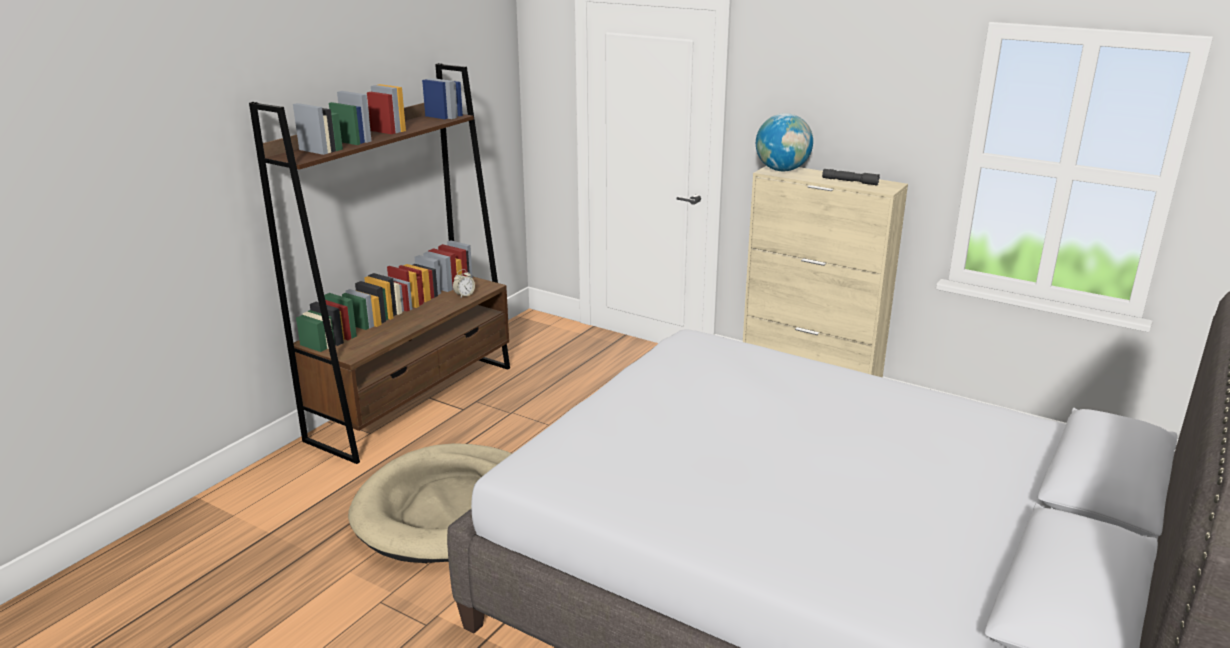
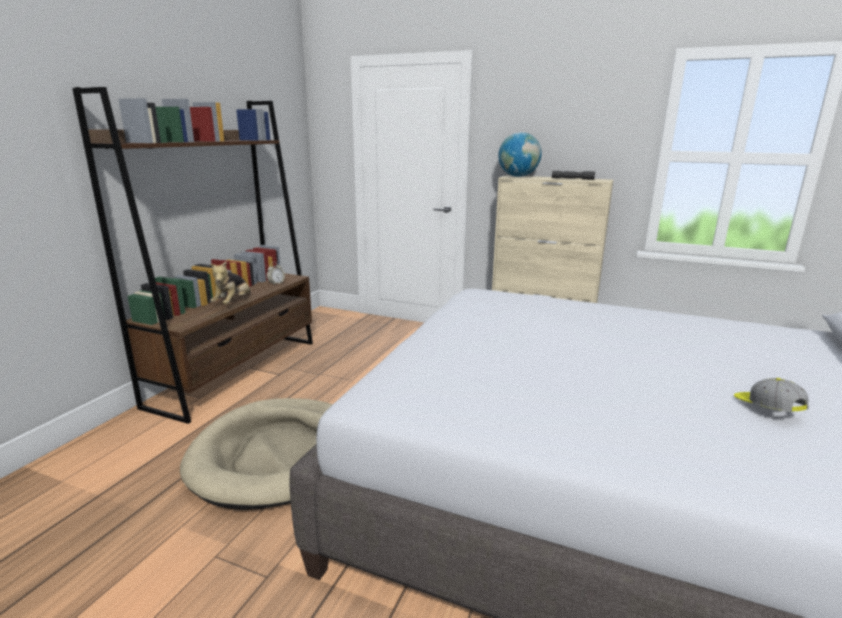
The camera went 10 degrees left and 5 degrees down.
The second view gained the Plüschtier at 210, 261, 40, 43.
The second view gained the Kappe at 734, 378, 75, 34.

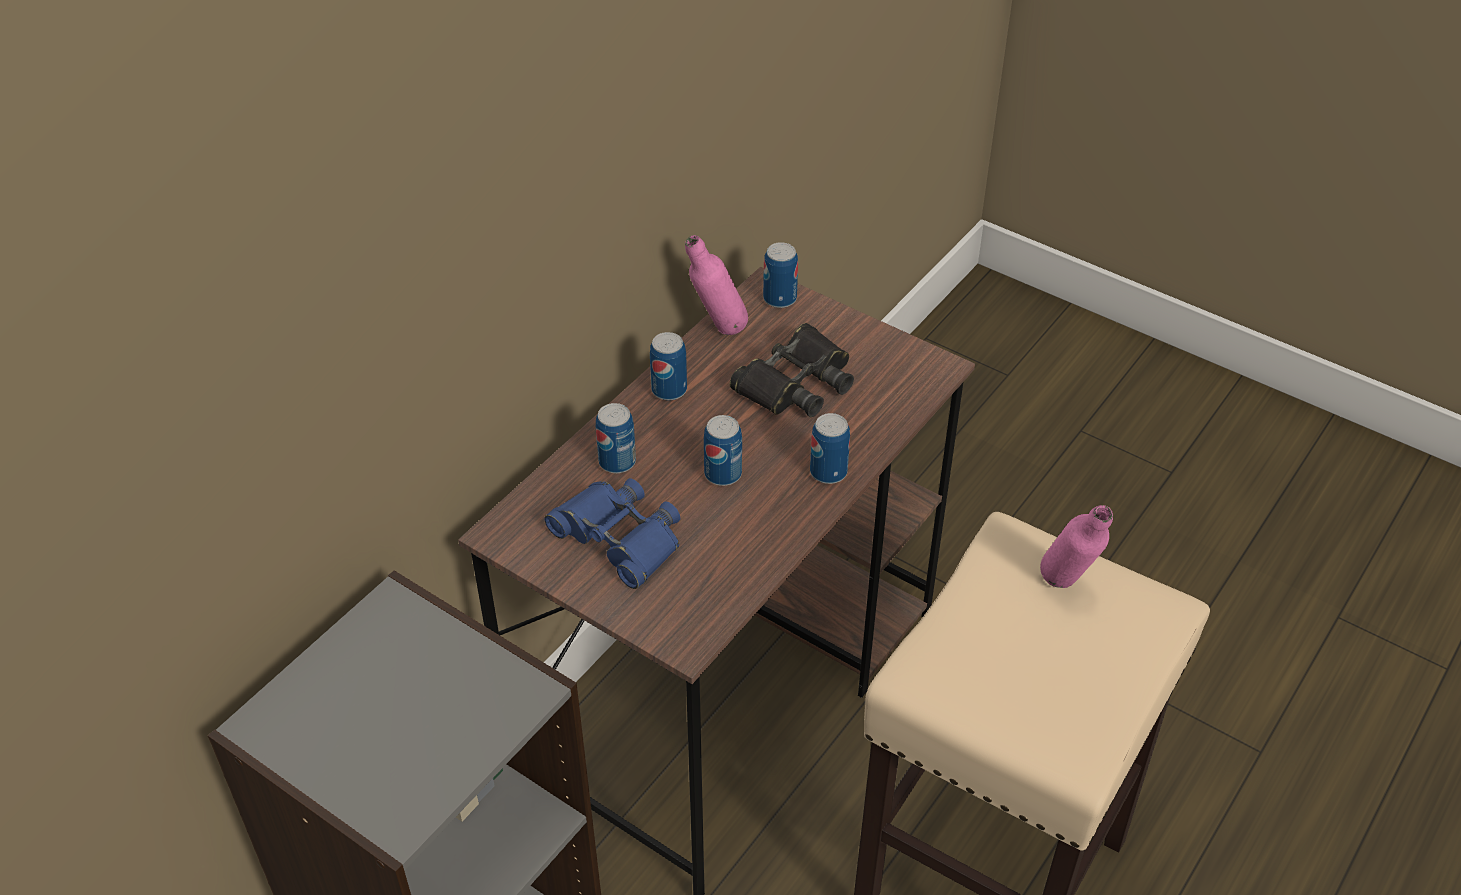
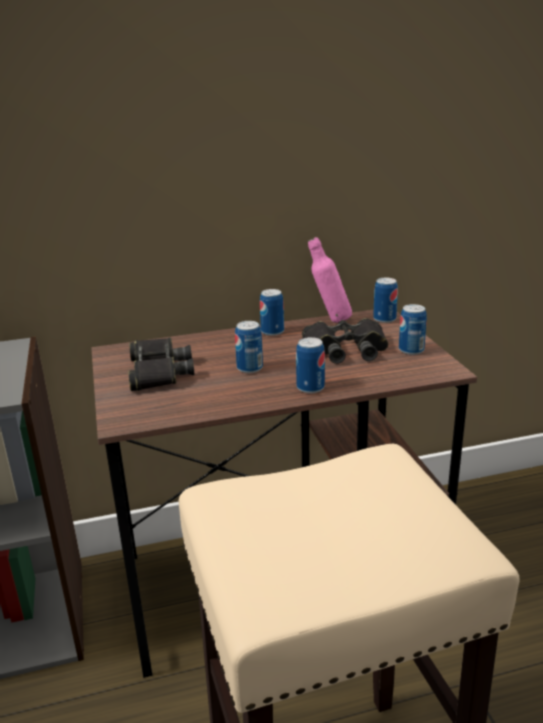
The camera went 40 degrees right and 20 degrees down.
What was the Fernglas/blau at 545, 478, 135, 111 turned into the Fernglas/schwarz at 128, 337, 66, 54.
The Dose ended up elsewhere, having gone from 596, 403, 40, 71 to 399, 304, 28, 51.
The second view lost the Flasche/rosa at 1040, 505, 73, 83.

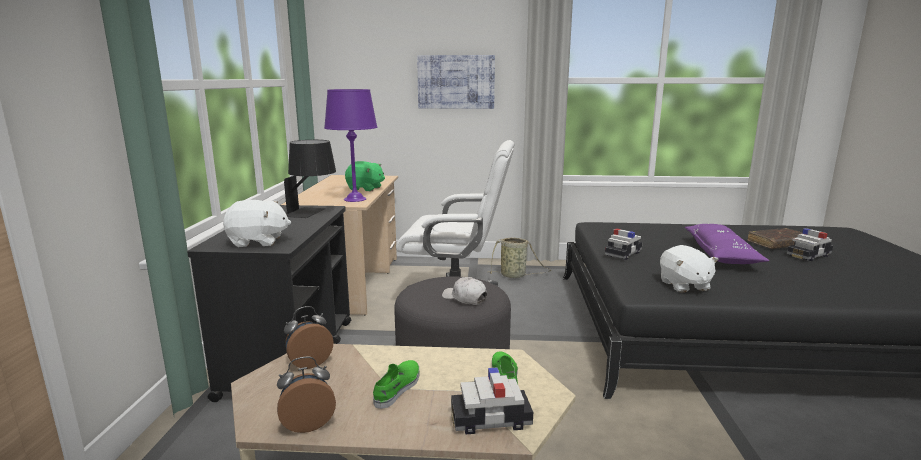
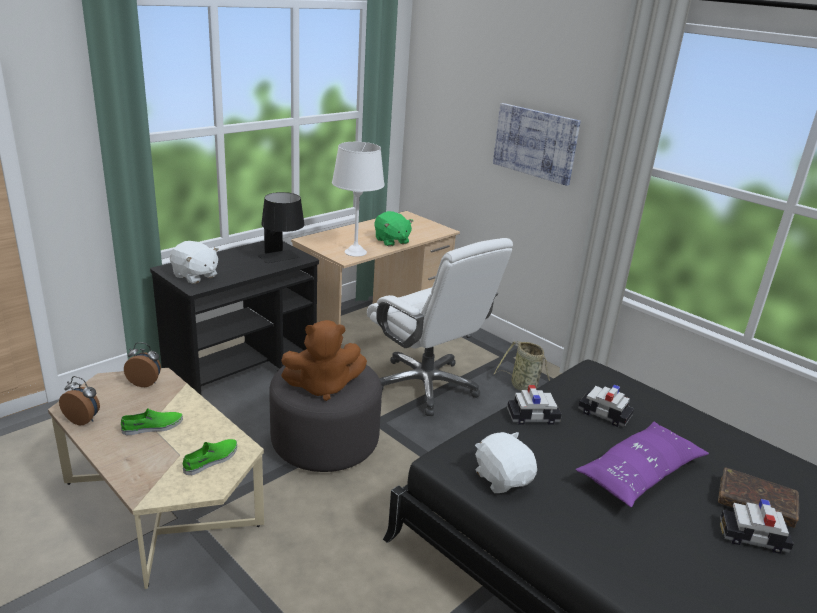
The camera went 40 degrees right and 10 degrees up.
What was the Tischlampe/lila at 324, 89, 53, 113 turned into the Tischlampe/weiß at 332, 142, 53, 115.
Where the Kappe/weiß stood at 442, 277, 45, 28, the Plüschtier/braun came to stand at 281, 320, 86, 81.
The Spielzeugauto ended up elsewhere, having gone from 451, 368, 82, 67 to 578, 385, 56, 42.
The Plüschtier/weiß at 660, 245, 59, 48 ended up facing another way, 120 degrees clockwise from before.

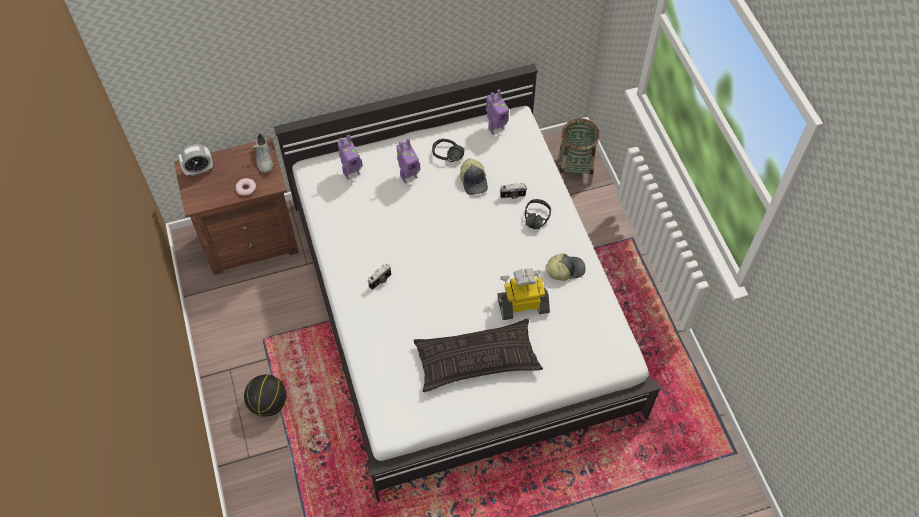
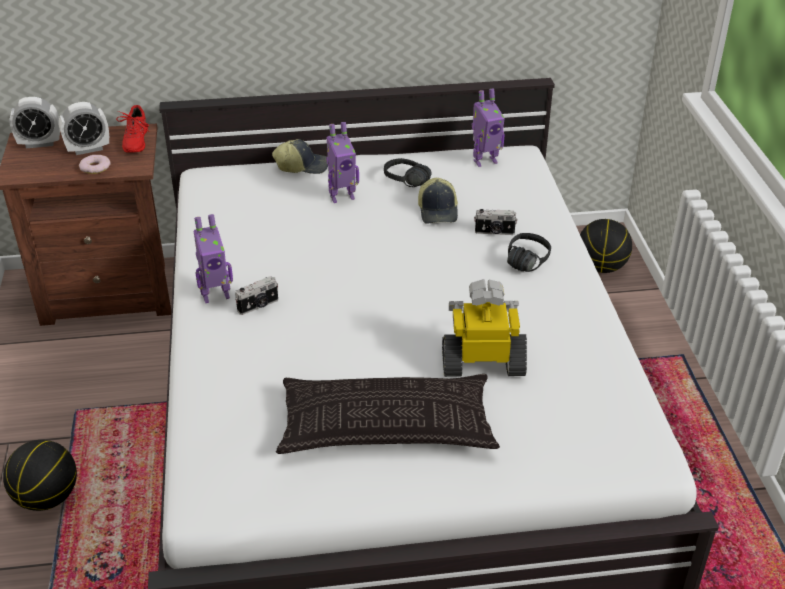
The camera went 10 degrees right and 20 degrees down.
What was the Schuh/grau at 251, 133, 22, 39 turned into the Schuh/rot at 116, 105, 34, 47.
The Spielzeugroboter ended up elsewhere, having gone from 338, 135, 25, 45 to 194, 214, 39, 89.
The Kappe ended up elsewhere, having gone from 546, 253, 39, 28 to 272, 139, 56, 35.
Where the Korb stood at 558, 118, 42, 66, the Basketball came to stand at 580, 219, 52, 54.
The second view gained the Wecker at 59, 102, 50, 53.

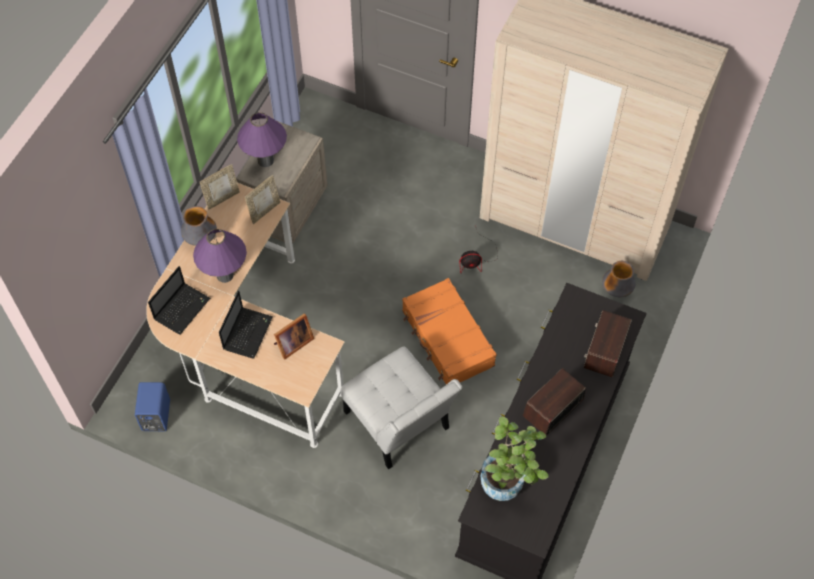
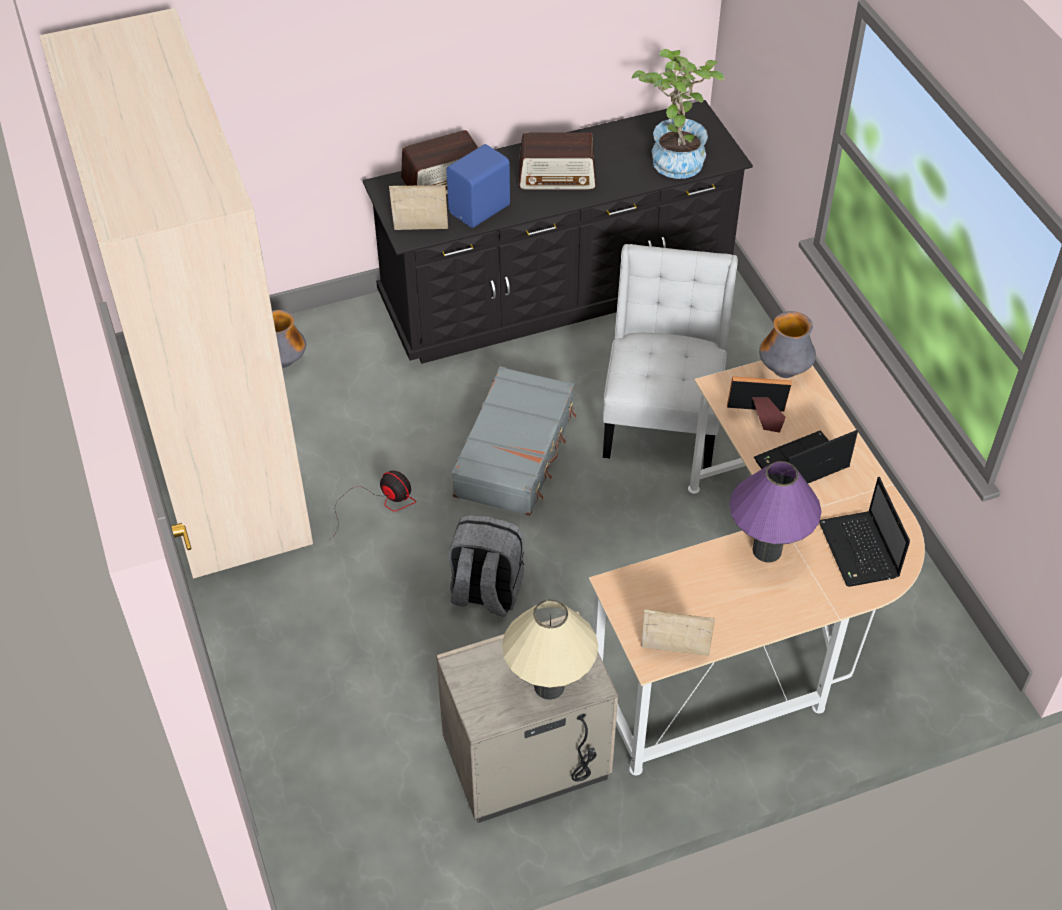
The camera went 135 degrees left and 10 degrees down.
The Lautsprecher/blau ended up elsewhere, having gone from 135, 382, 35, 49 to 446, 144, 64, 84.
The Laptop at 148, 266, 62, 69 ended up facing another way, 90 degrees counterclockwise from before.
The Vase ended up elsewhere, having gone from 181, 206, 36, 40 to 759, 311, 57, 67.
What was the Tischlampe/lila at 237, 112, 50, 55 turned into the Tischlampe/beige at 502, 600, 96, 100.
The Bilderrahmen ended up elsewhere, having gone from 245, 175, 35, 49 to 389, 185, 59, 45.
What was the Koffer/orange at 402, 278, 95, 107 turned into the Koffer/grau at 452, 366, 125, 150.
The second view gained the Rucksack/grau at 449, 515, 75, 102.

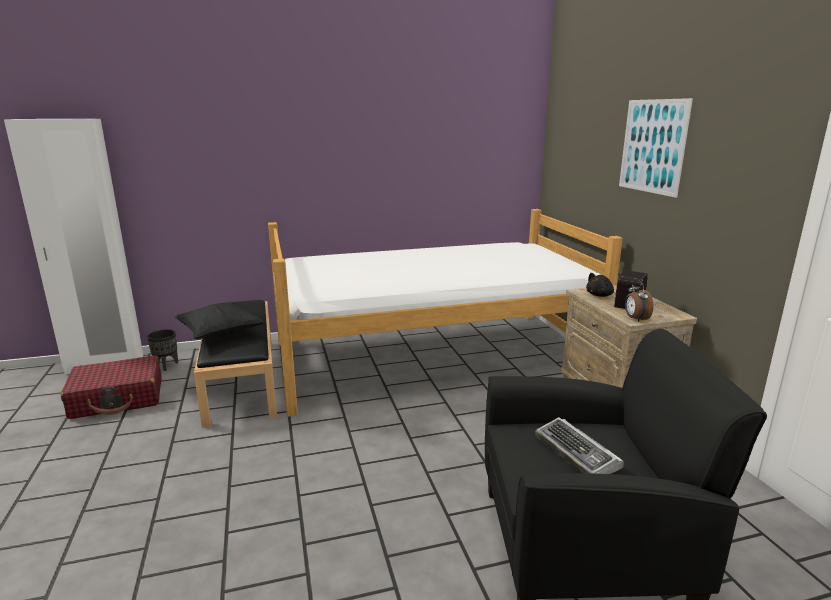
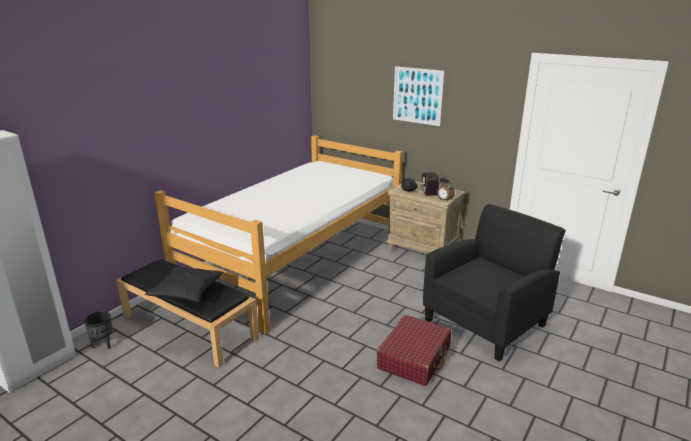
The camera went 40 degrees left and 5 degrees up.
The Koffer/rot ended up elsewhere, having gone from 61, 355, 101, 64 to 377, 315, 74, 71.
The second view lost the Tastatur at 535, 417, 89, 57.

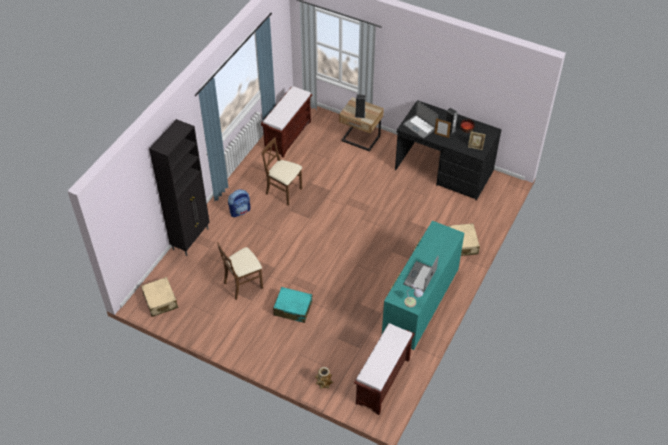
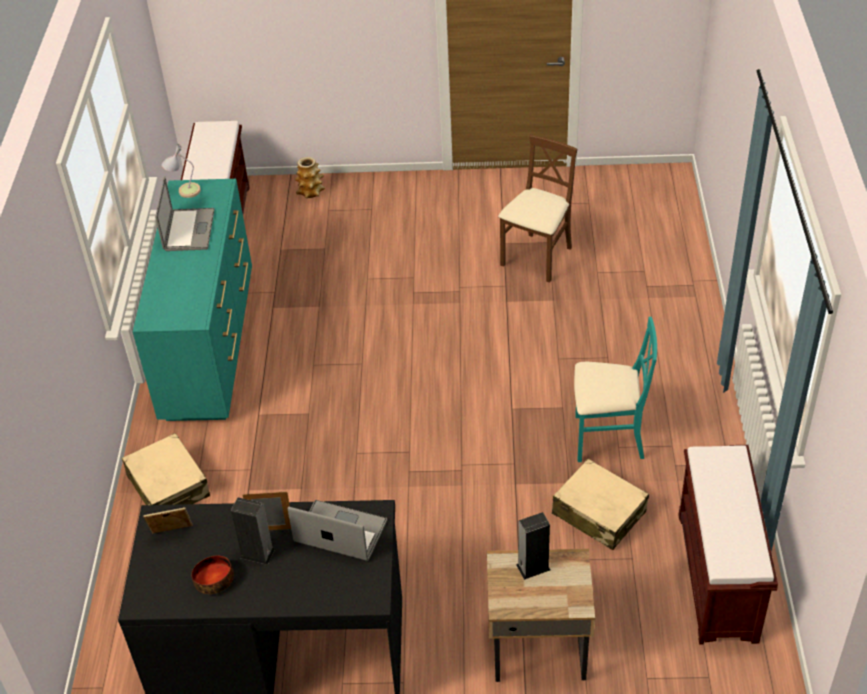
The camera went 155 degrees right and 5 degrees down.
The Koffer/beige ended up elsewhere, having gone from 141, 277, 37, 40 to 552, 459, 97, 91.
The second view lost the Schrank/schwarz at 149, 119, 61, 137.
The second view lost the Rucksack at 228, 189, 23, 28.
What was the Stuhl/braun at 261, 137, 41, 69 turned into the Stuhl/türkis at 574, 317, 83, 145.
The second view lost the Koffer/türkis at 273, 287, 40, 36.

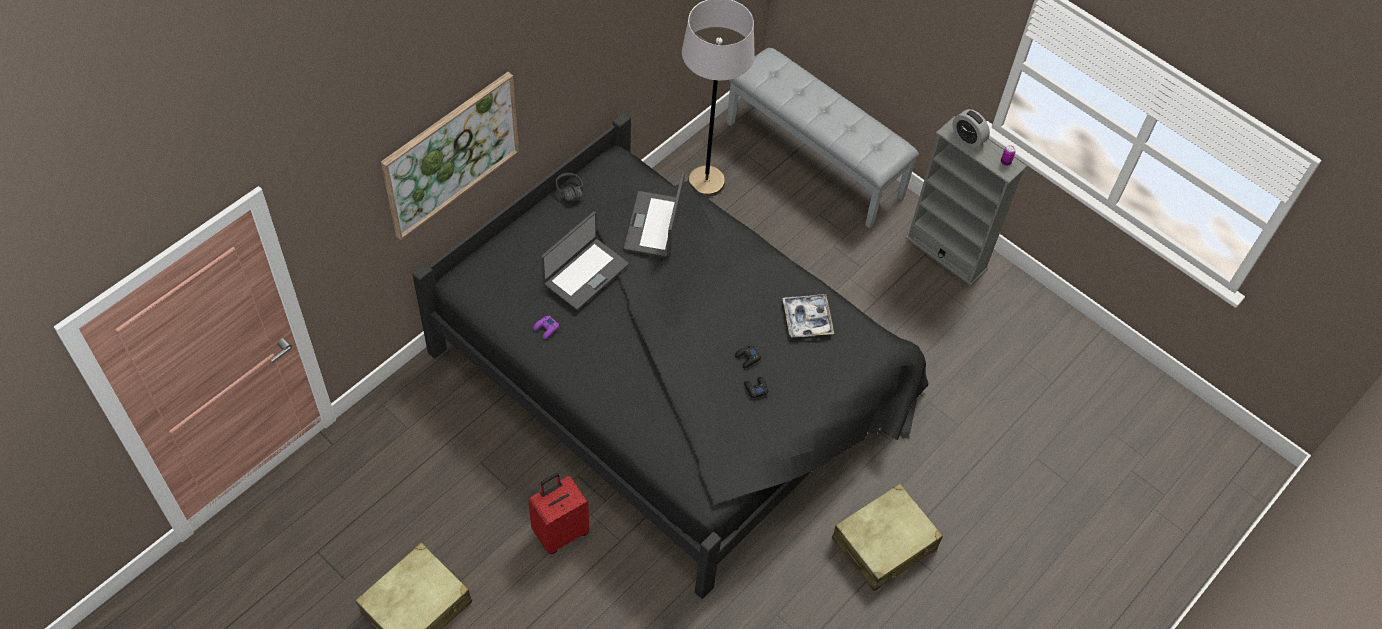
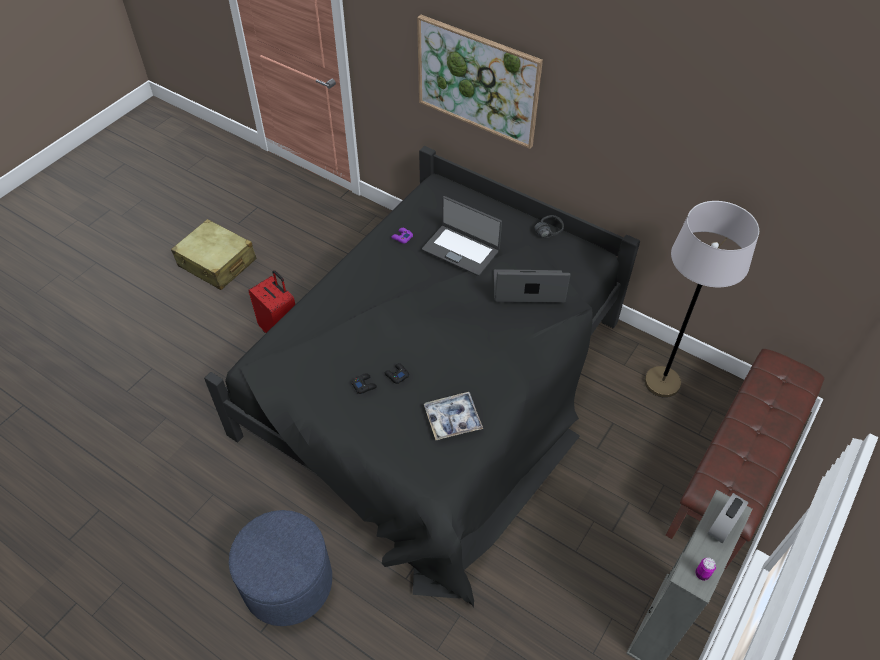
The camera went 85 degrees right and 5 degrees down.
What was the Bank/grau at 727, 48, 192, 180 turned into the Bank/braun at 666, 349, 158, 220.
Where the Koffer/beige stood at 832, 483, 111, 108, the Polsterhocker/blau came to stand at 229, 510, 103, 116.

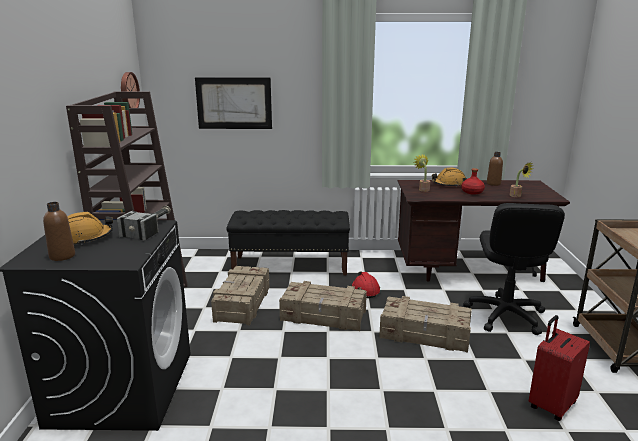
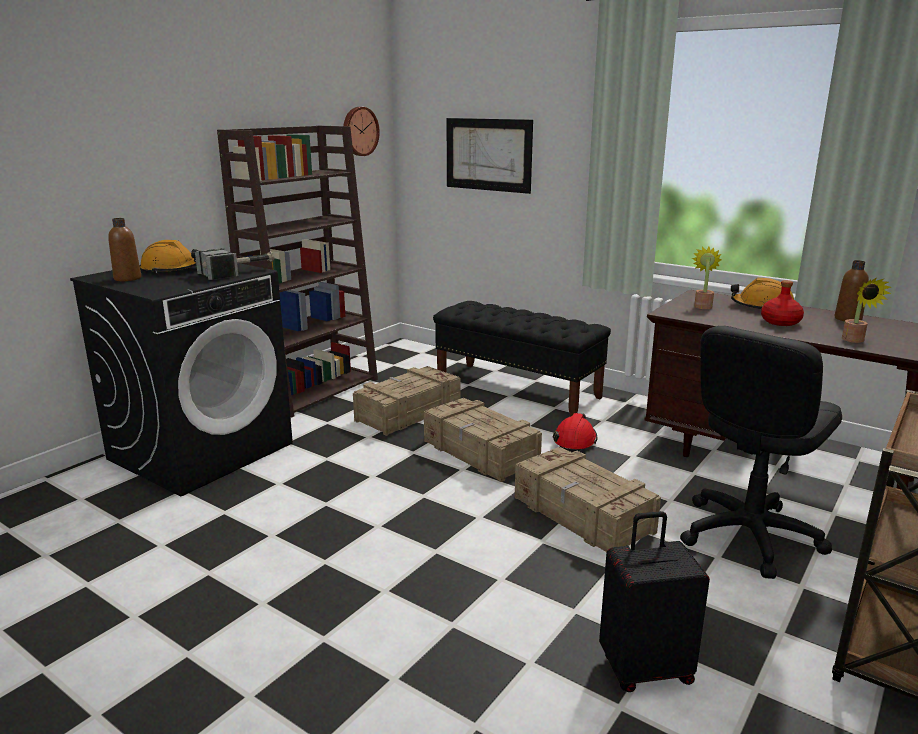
The camera went 35 degrees right and 0 degrees up.
What was the Koffer/rot at 529, 315, 61, 106 turned into the Koffer/schwarz at 599, 511, 111, 181.

